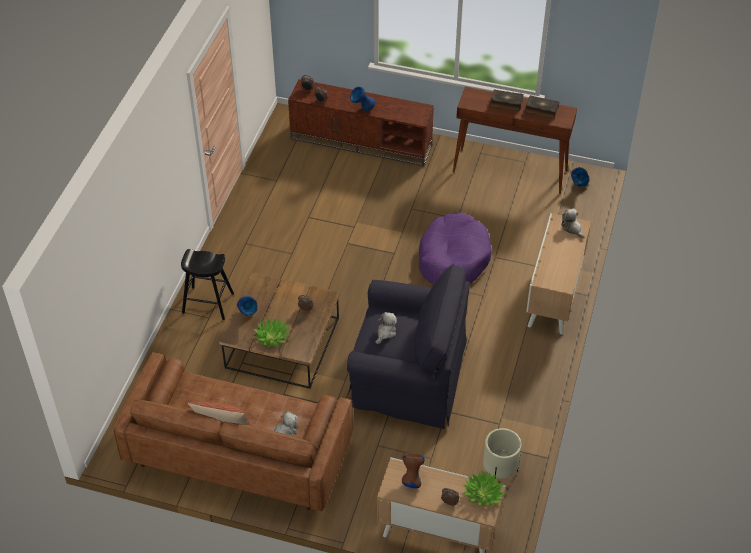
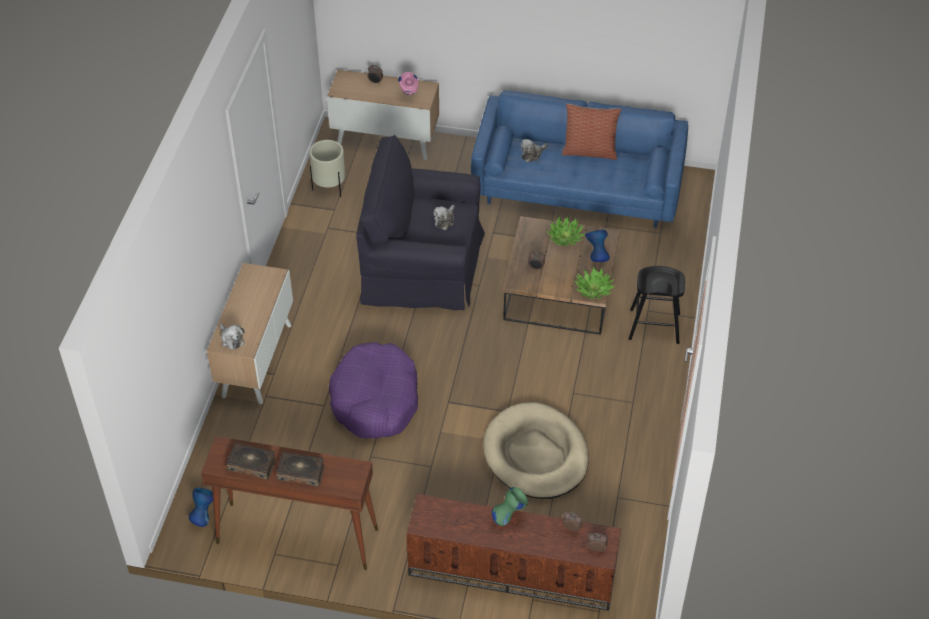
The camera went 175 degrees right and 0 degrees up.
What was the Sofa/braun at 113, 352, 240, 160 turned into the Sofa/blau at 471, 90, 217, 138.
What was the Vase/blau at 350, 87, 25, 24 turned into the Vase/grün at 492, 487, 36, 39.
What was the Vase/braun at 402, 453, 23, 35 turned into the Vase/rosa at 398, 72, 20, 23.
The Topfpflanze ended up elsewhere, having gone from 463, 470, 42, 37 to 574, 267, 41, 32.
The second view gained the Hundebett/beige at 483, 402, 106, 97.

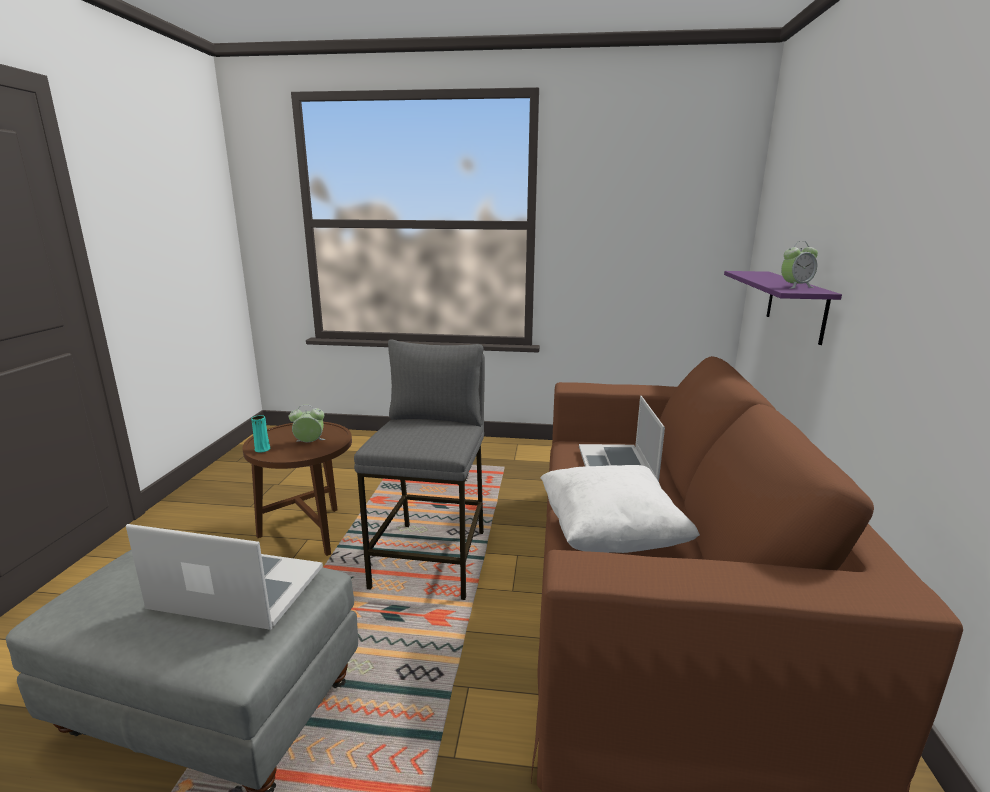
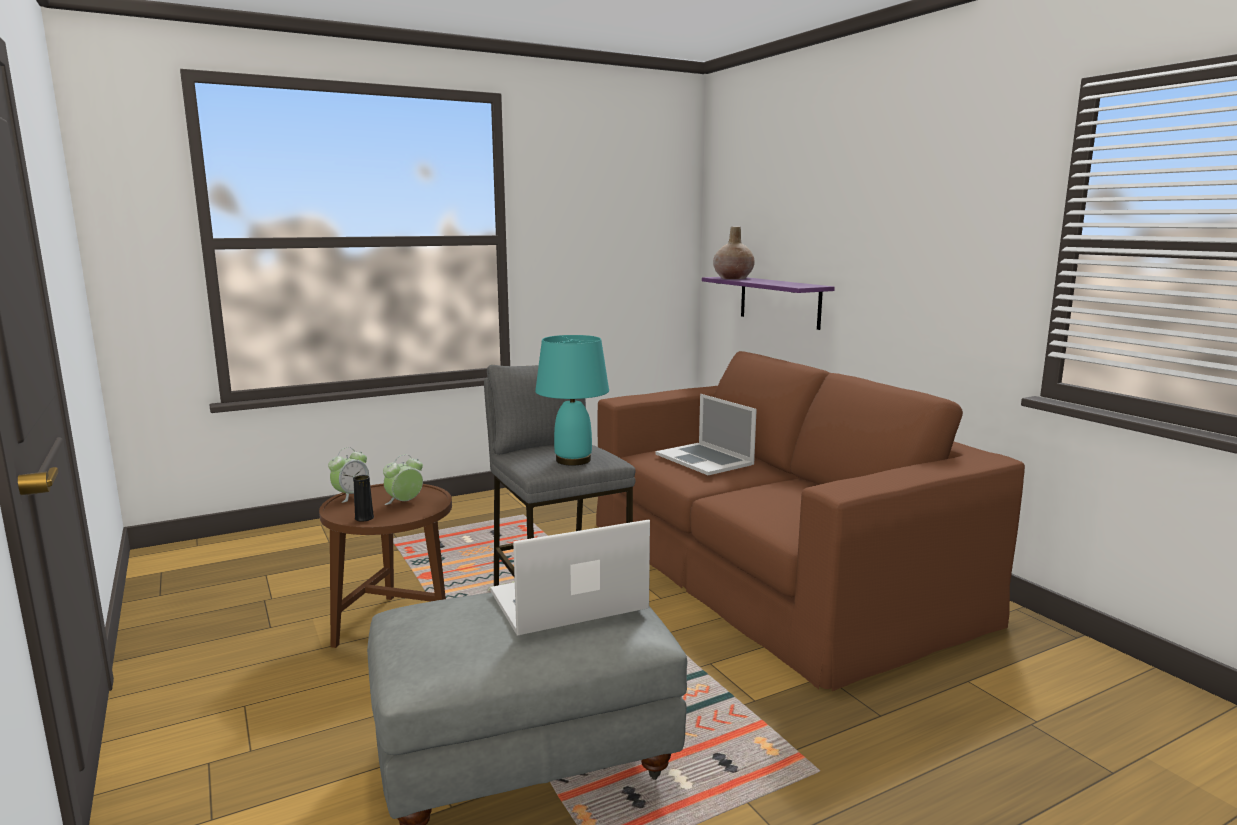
The camera went 35 degrees left and 5 degrees down.
What was the Vase/türkis at 251, 415, 19, 37 turned into the Vase/schwarz at 353, 475, 21, 47.
The second view lost the Kissen/weiß at 540, 465, 160, 88.
The Wecker ended up elsewhere, having gone from 781, 241, 37, 48 to 328, 447, 41, 56.
The second view gained the Tischlampe/türkis at 535, 335, 74, 131.
The second view gained the Vase/beige at 713, 226, 42, 53.

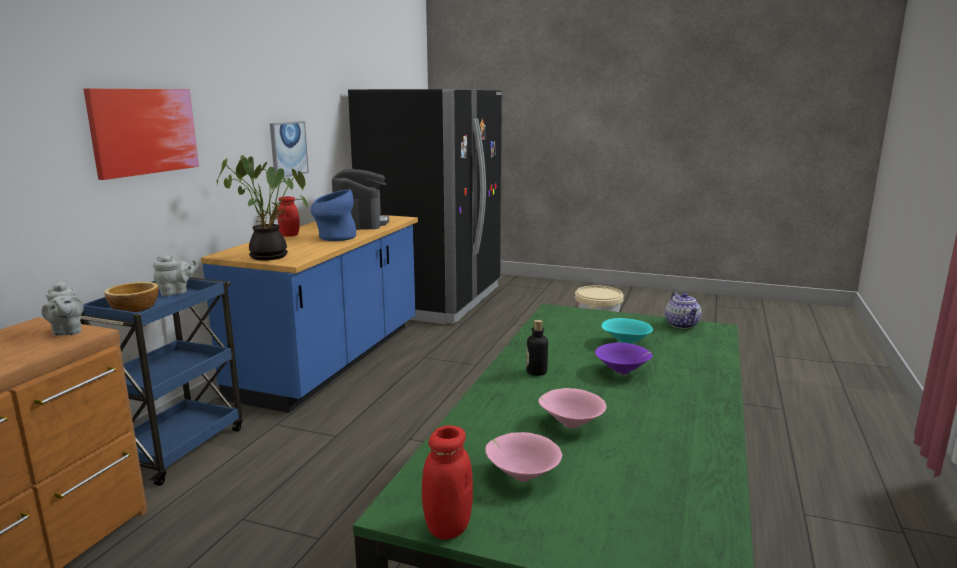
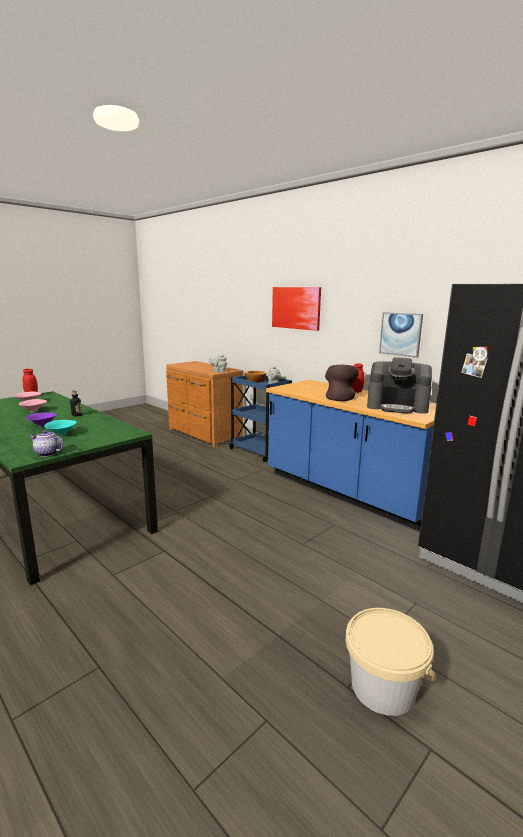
The camera went 115 degrees right and 0 degrees up.
The second view lost the Topfpflanze at 217, 155, 91, 105.
What was the Vase/blau at 311, 189, 45, 52 turned into the Vase/braun at 325, 365, 34, 36.

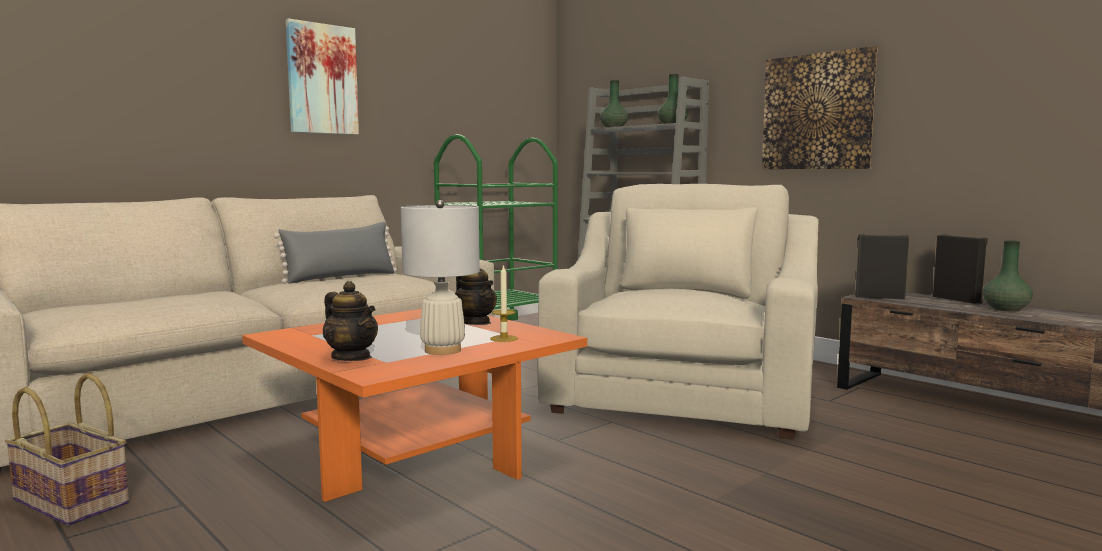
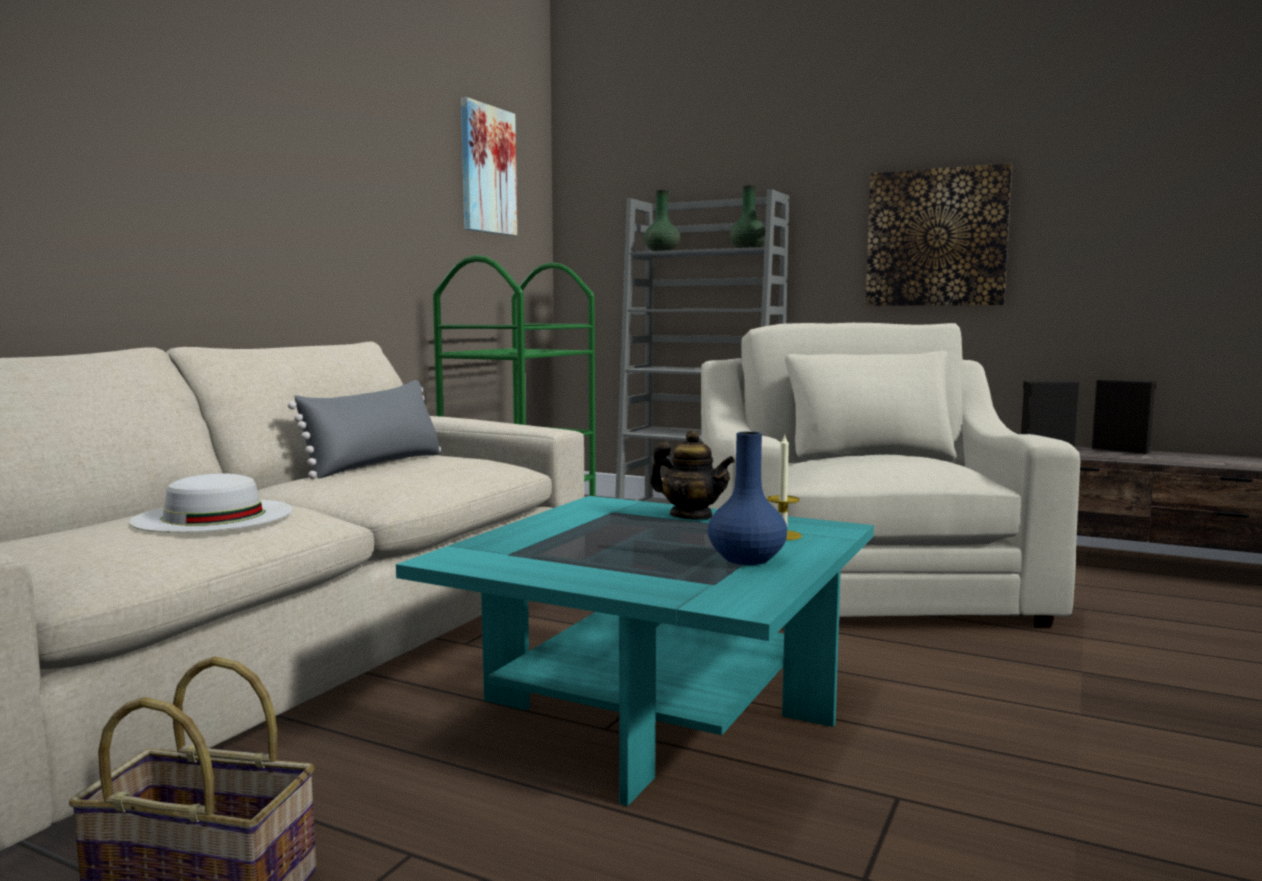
The camera went 20 degrees left and 0 degrees up.
What was the Couchtisch/orange at 242, 309, 345, 193 turned into the Couchtisch/türkis at 396, 496, 478, 310.
The Bild ended up elsewhere, having gone from 286, 19, 73, 116 to 461, 97, 56, 139.
The second view lost the Teekanne at 323, 281, 55, 80.
Where the Tischlampe/weiß stood at 401, 200, 79, 155, the Vase/blau came to stand at 708, 431, 79, 134.
The second view lost the Vase/grün at 983, 240, 50, 71.
The second view gained the Hut/weiß at 129, 473, 164, 60.

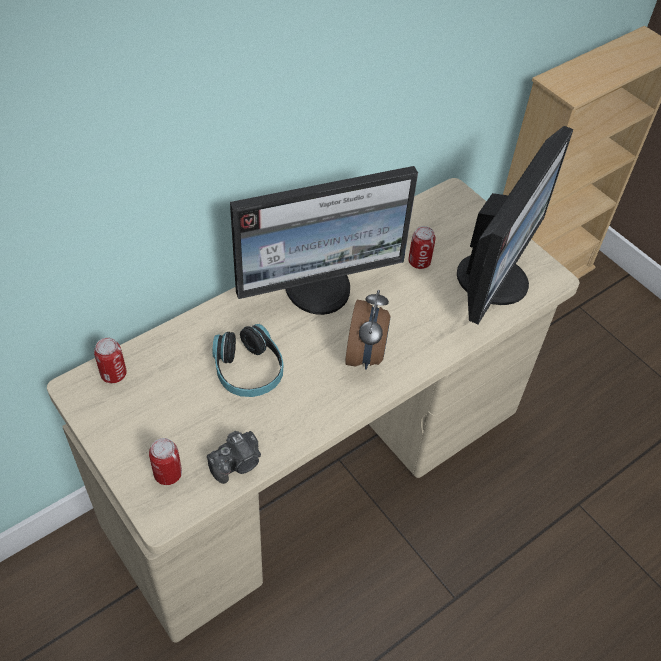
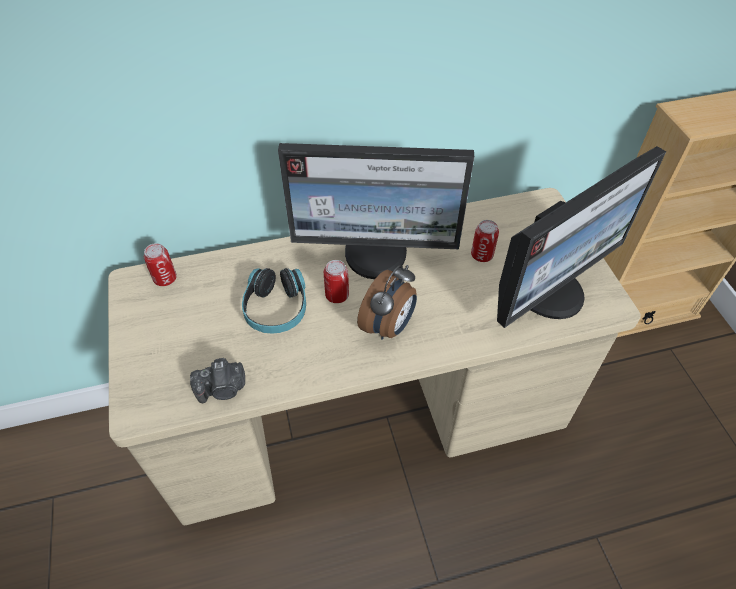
The camera went 25 degrees right and 0 degrees up.
The Dose ended up elsewhere, having gone from 149, 438, 33, 47 to 324, 260, 25, 43.

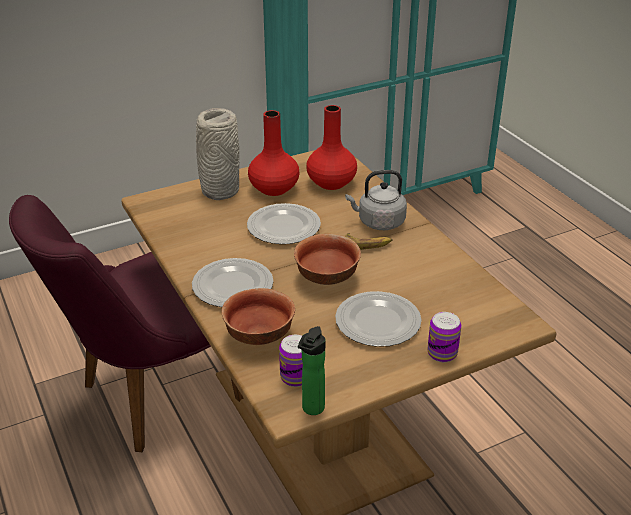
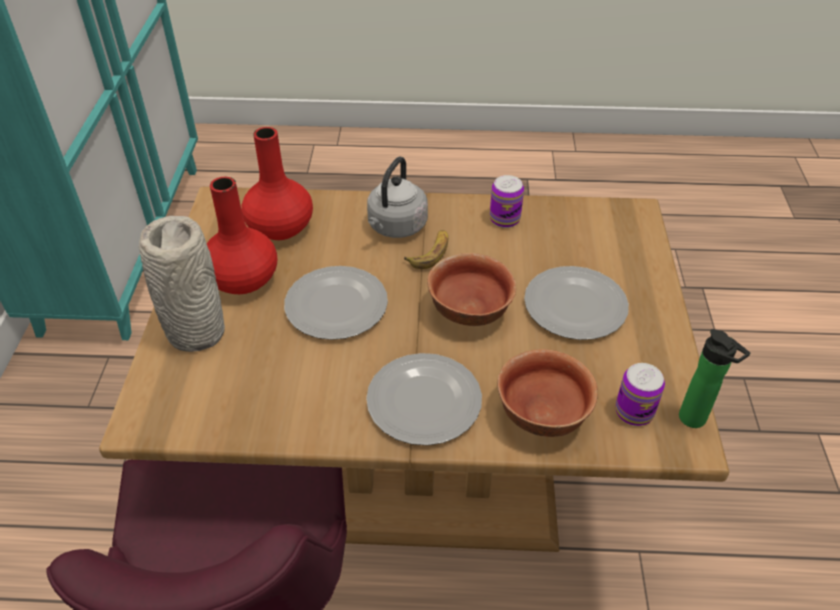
The camera went 60 degrees left and 10 degrees up.
The Dose ended up elsewhere, having gone from 428, 312, 33, 50 to 490, 175, 34, 53.

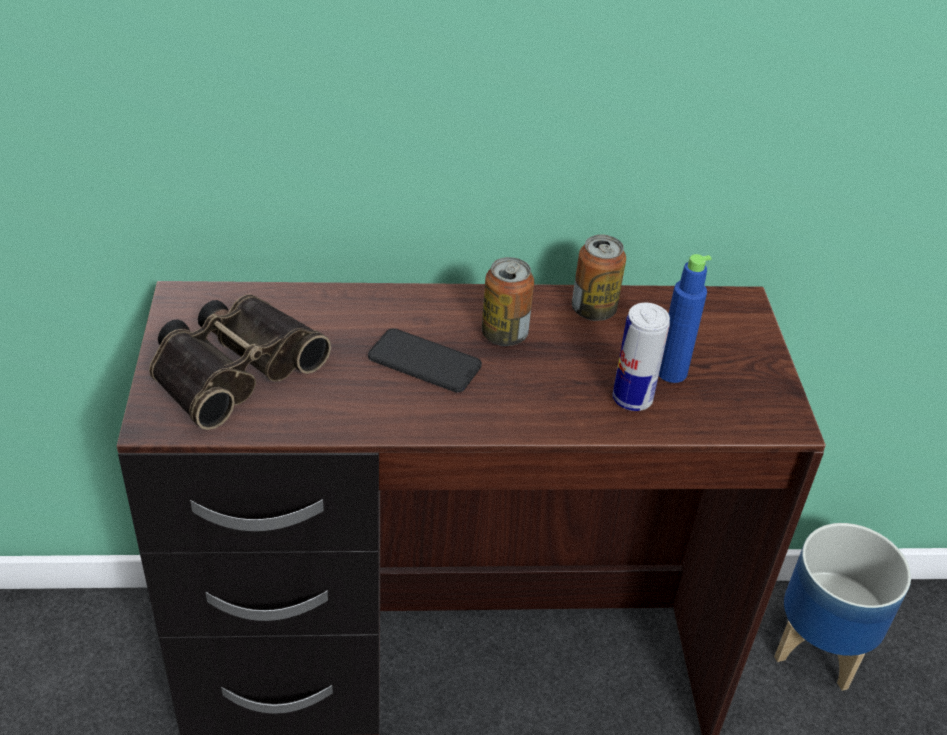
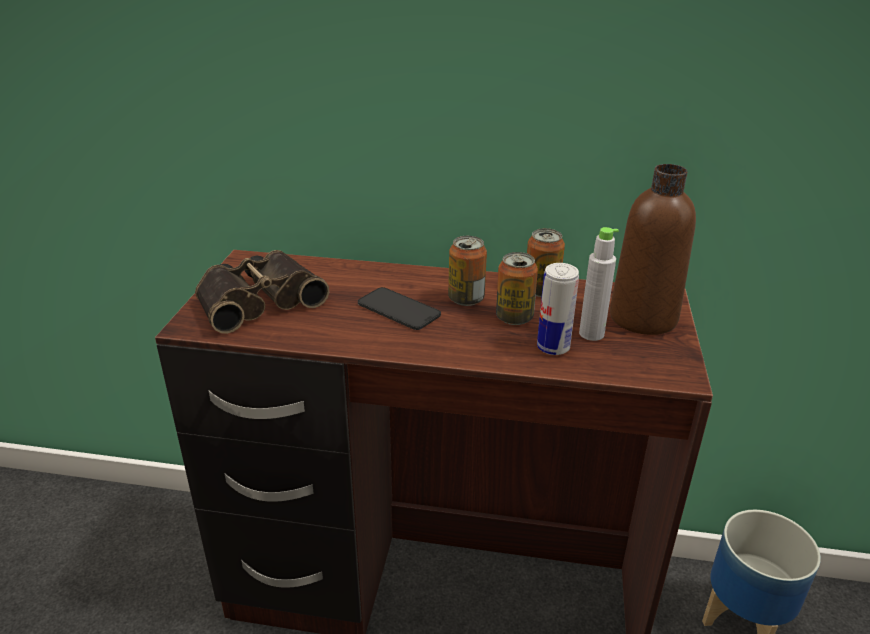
The camera went 15 degrees right and 10 degrees down.
What was the Flasche/blau at 659, 254, 53, 129 turned into the Flasche/grau at 579, 227, 40, 114.
The second view gained the Dose at 496, 252, 42, 73.
The second view gained the Flasche/braun at 610, 164, 86, 171.

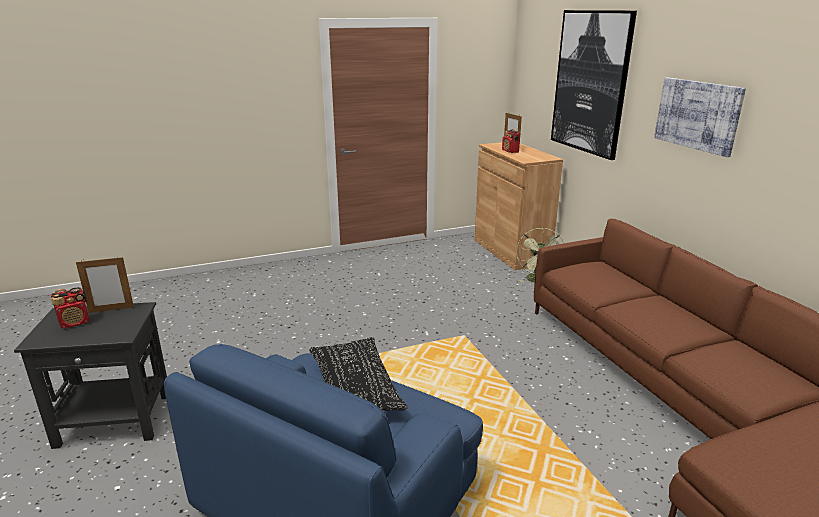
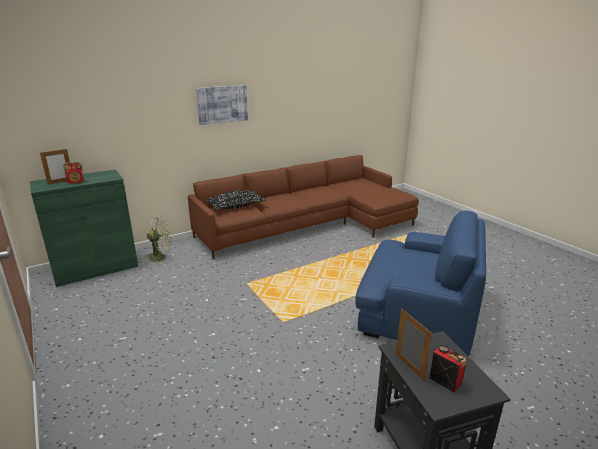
The camera went 100 degrees left and 0 degrees up.
The Kissen/schwarz ended up elsewhere, having gone from 310, 337, 98, 74 to 207, 190, 59, 20.
What was the Schrank/braun at 475, 142, 88, 128 turned into the Schrank/grün at 30, 169, 108, 118.
The second view lost the Bild at 551, 10, 86, 150.

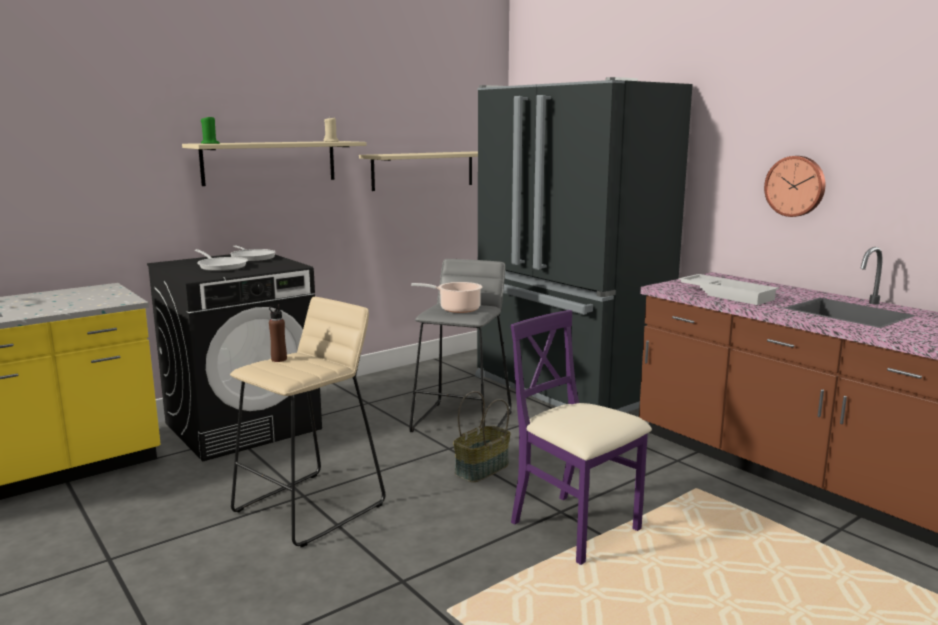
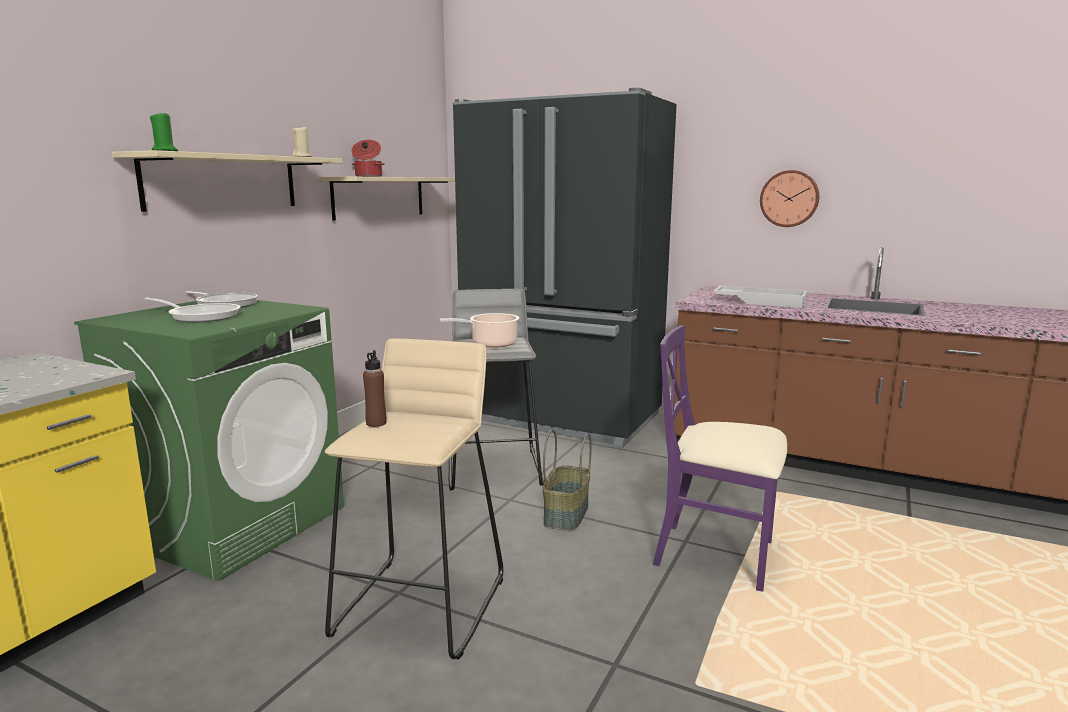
The camera went 25 degrees left and 0 degrees up.
What was the Waschmaschine/schwarz at 147, 254, 175, 207 turned into the Waschmaschine/grün at 74, 300, 270, 281.
The second view gained the Kochtopf at 351, 140, 33, 37.

